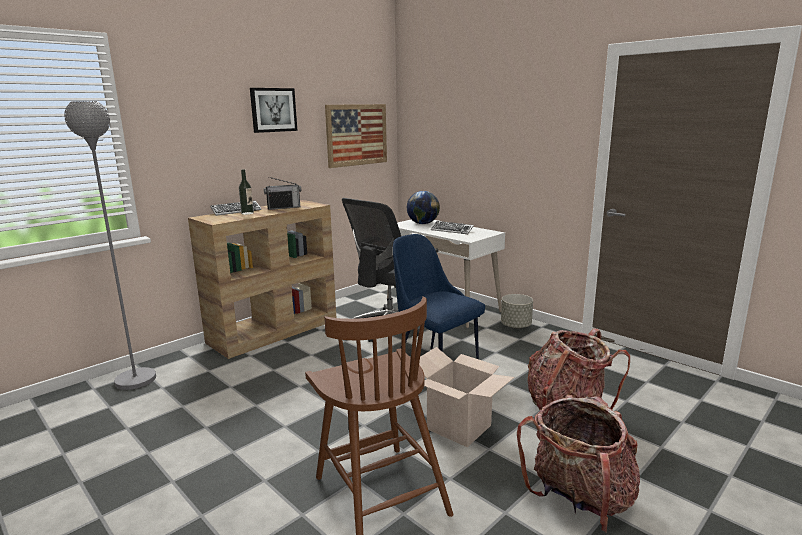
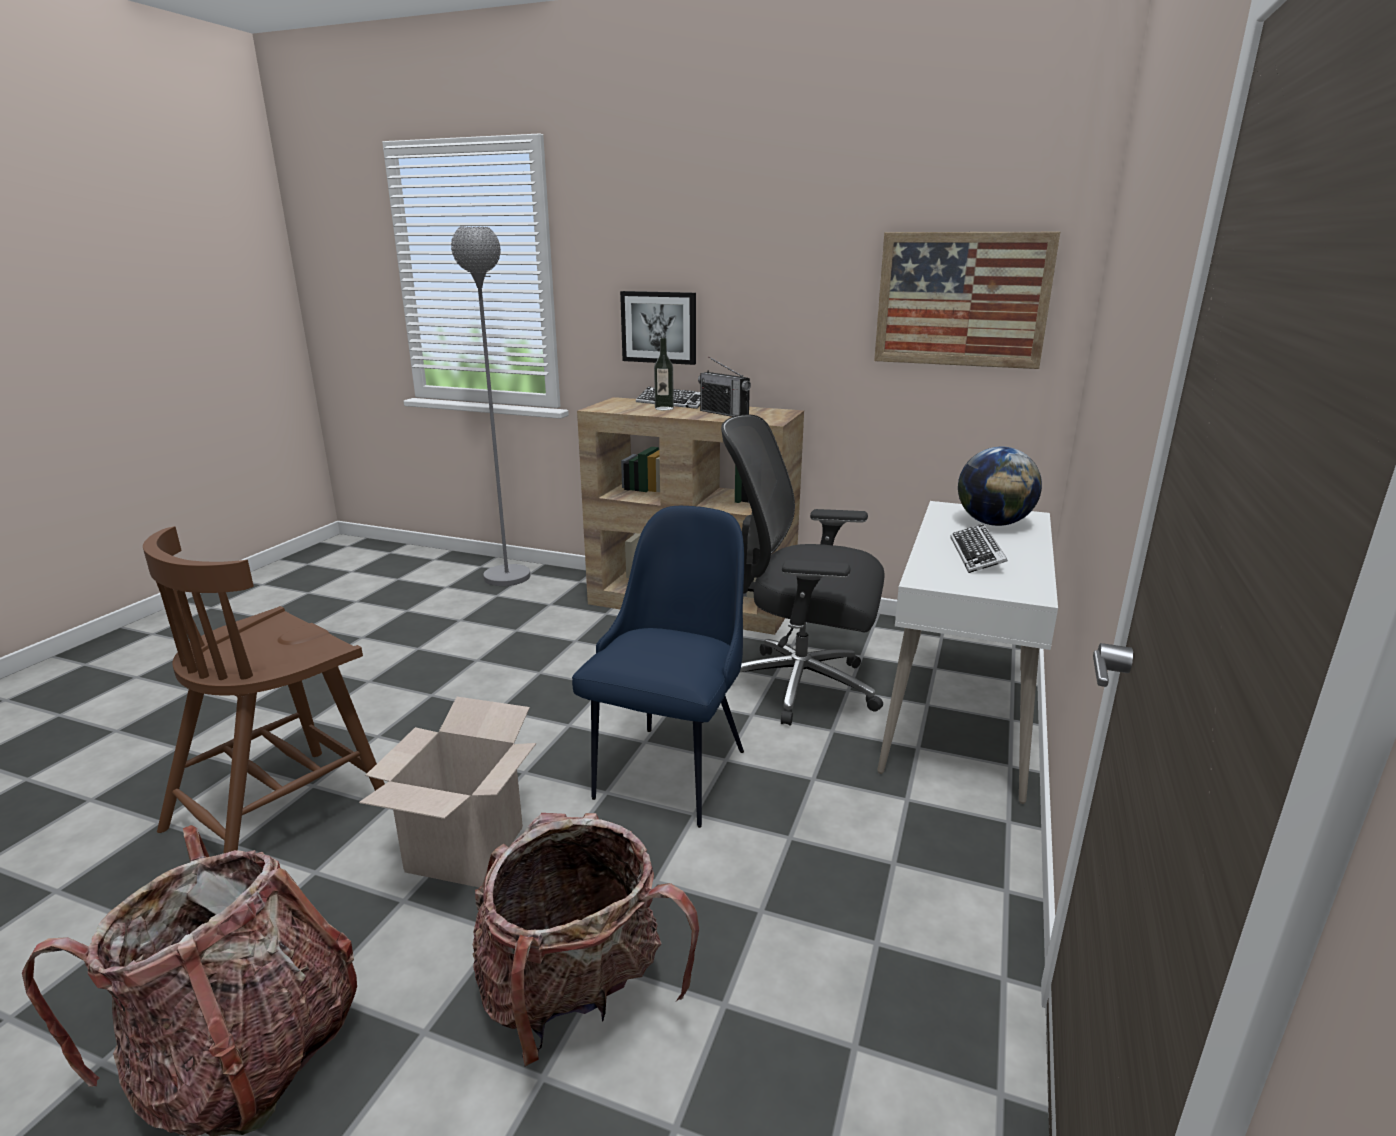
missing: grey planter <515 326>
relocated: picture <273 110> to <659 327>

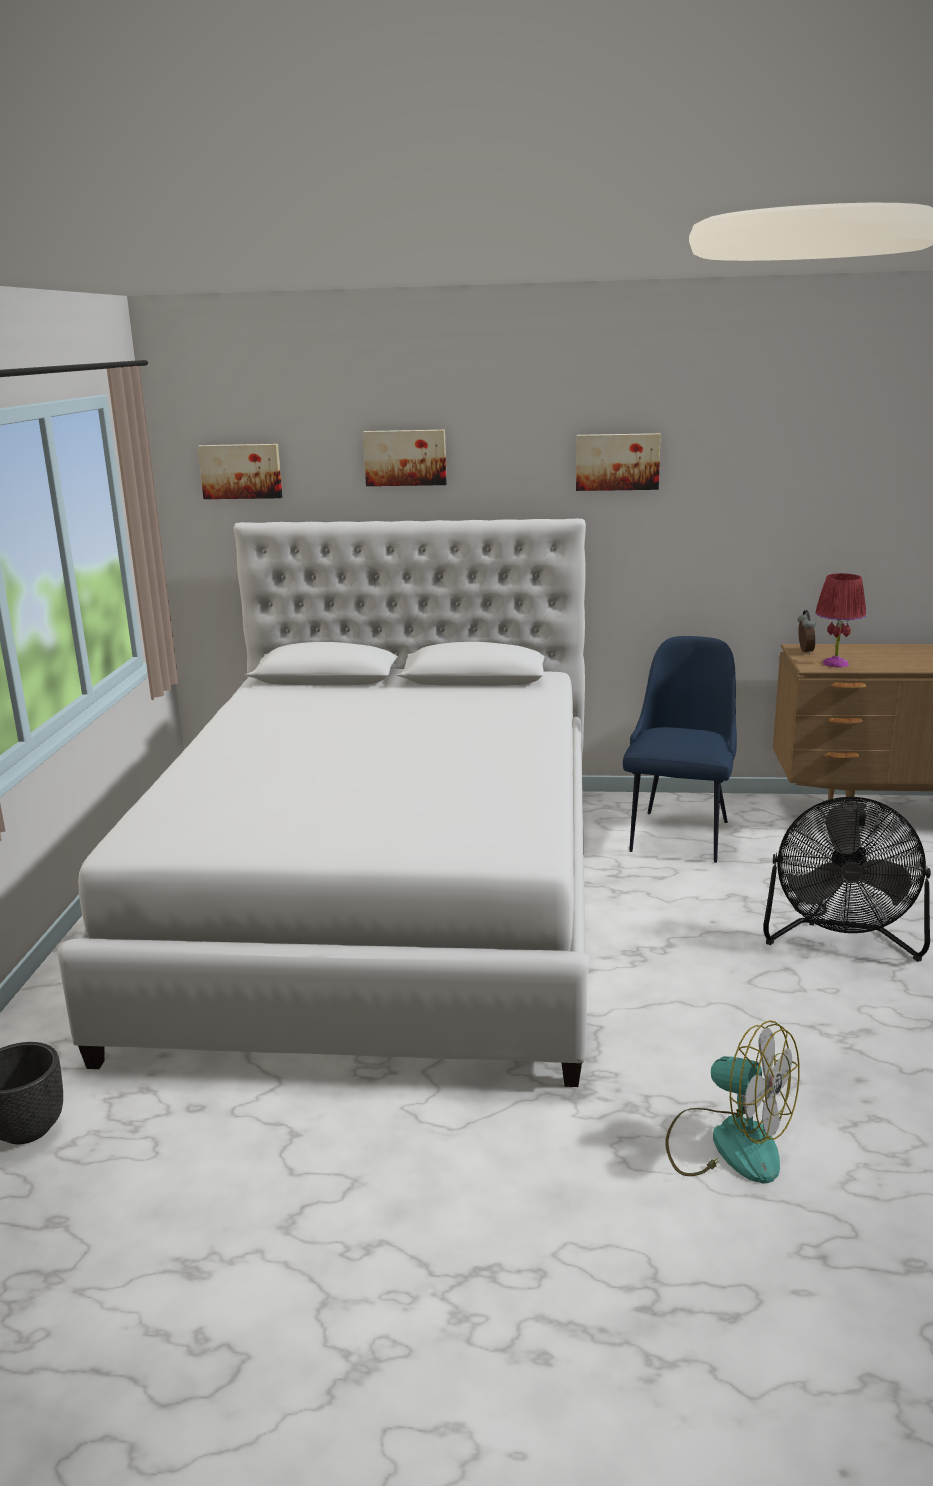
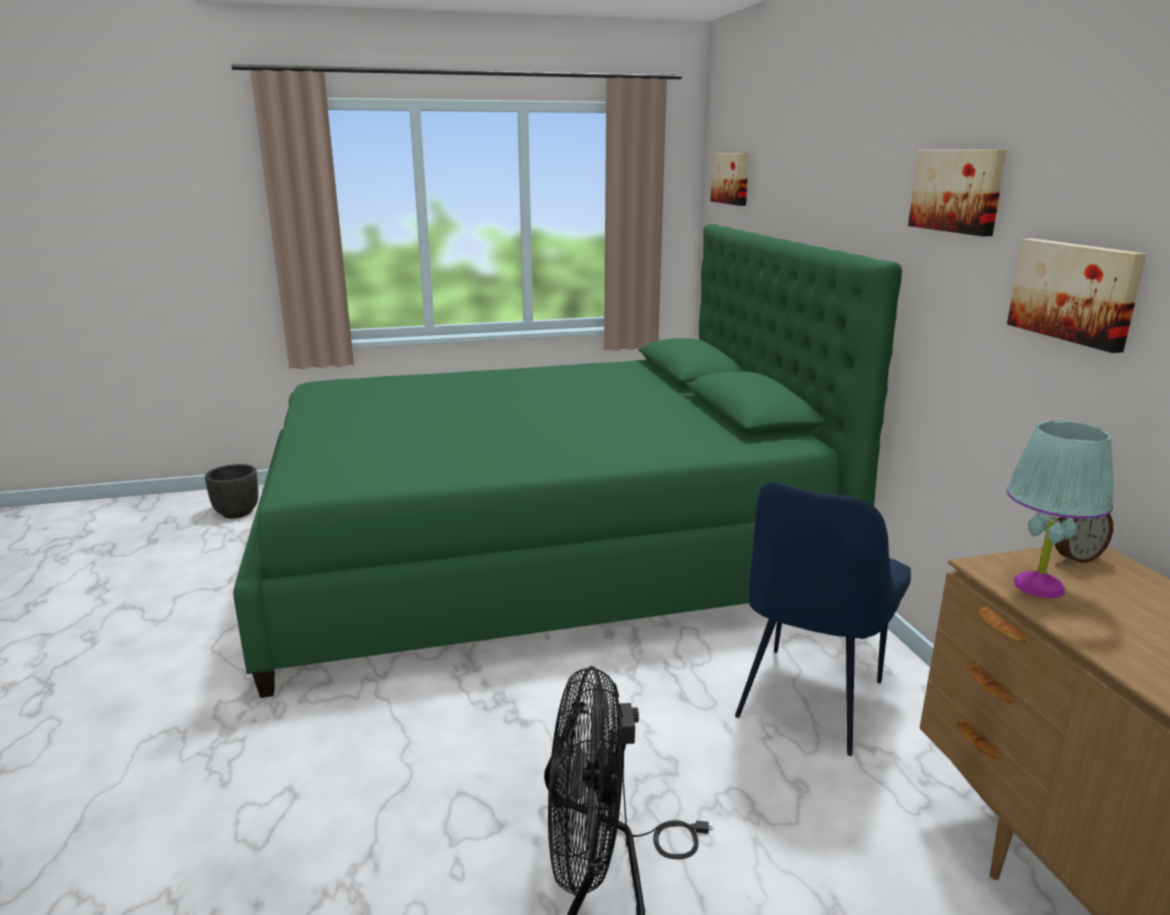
missing: fan <728 1143>
relocated: picture <405 457> to <1075 292>
colour: white bed <385 901> to green bed <542 555>; red table lamp <835 663> to turquoise table lamp <1039 586>
spun: blue chair <679 836> = <810 700> 120 degrees clockwise

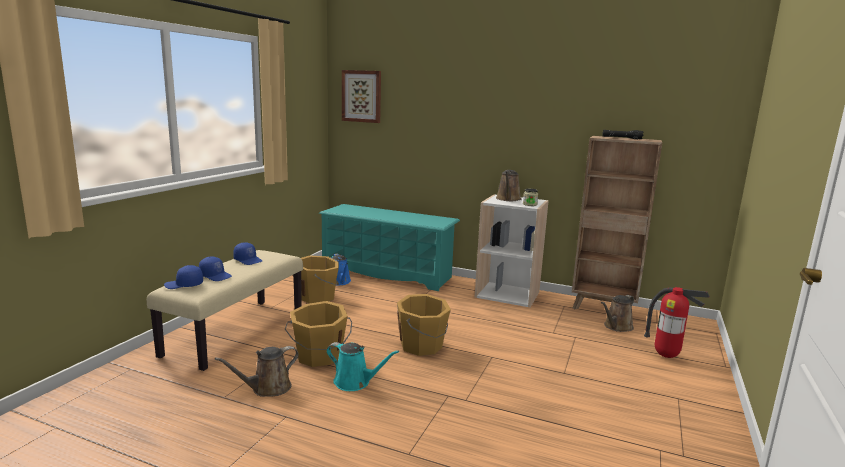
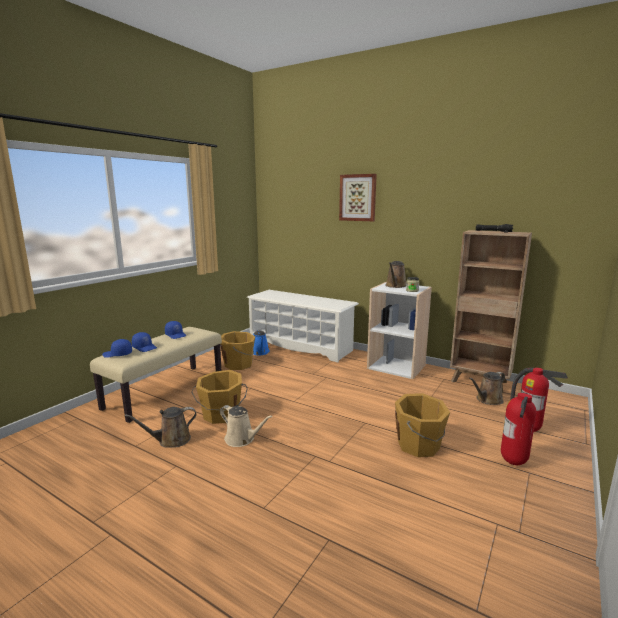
appeared: fire extinguisher <514 463>
relocated: picture <362 96> to <358 197>; orange bucket <422 346> to <419 445>
colour: turquoise watering can <355 382> to beige watering can <242 439>; turquoise shoe rack <387 273> to white shoe rack <301 346>

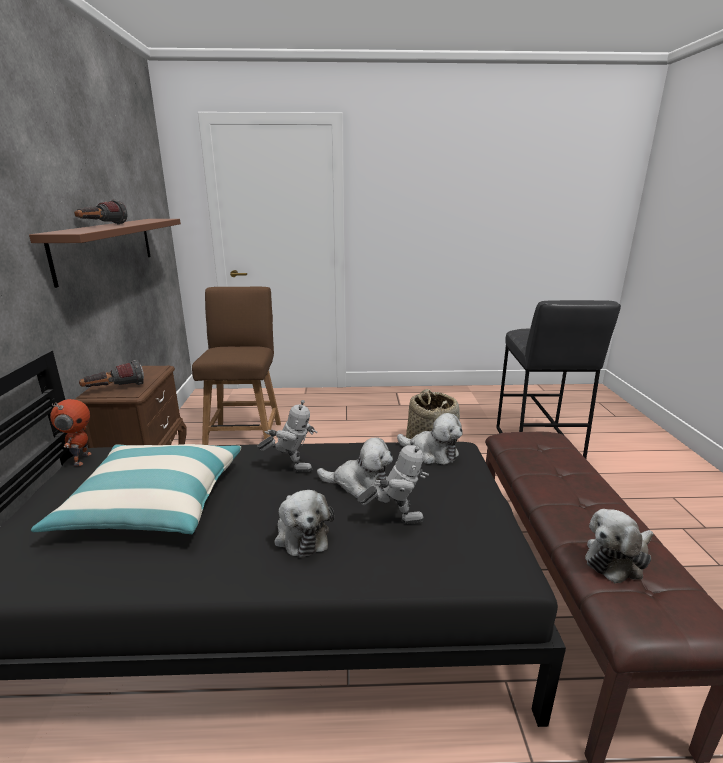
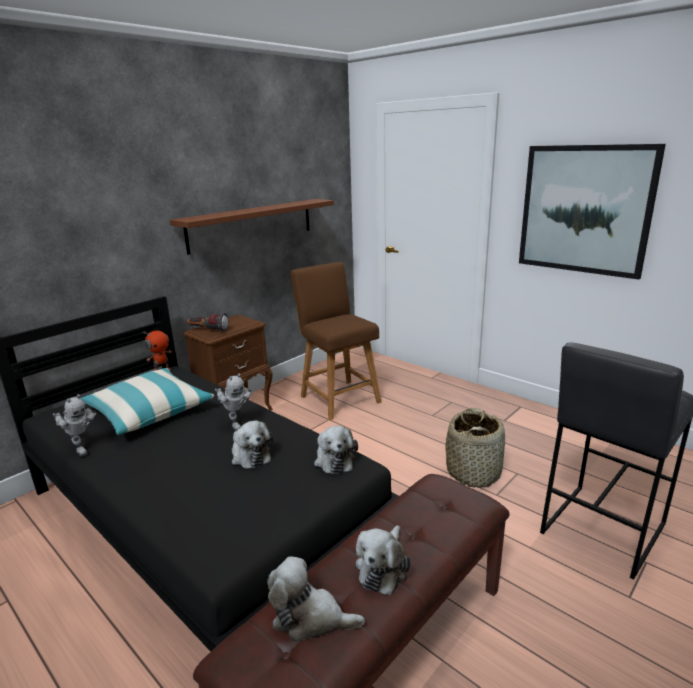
missing: flashlight <101 225>
appeared: picture <584 210>
relocated: toy robot <395 519> to <81 448>; plush toy <301 534> to <383 567>
spun: brown chair <245 436> = <338 397> 75 degrees counterclockwise

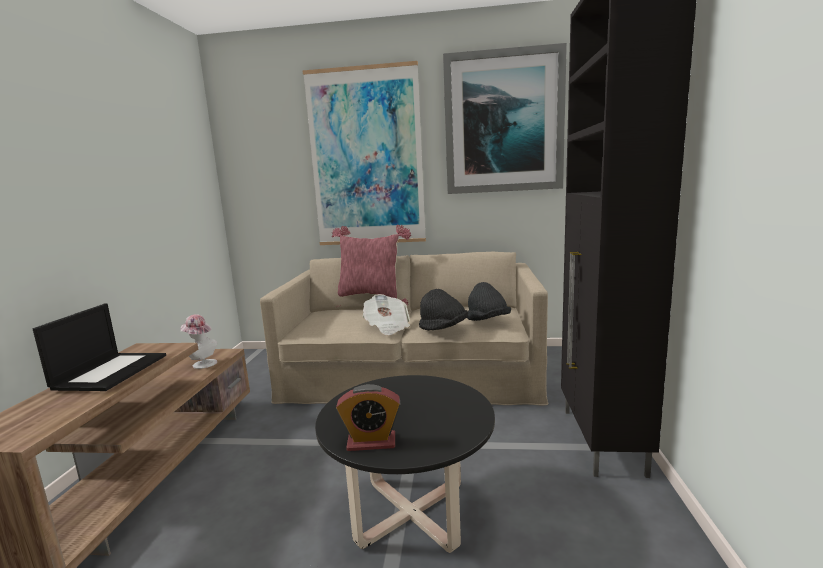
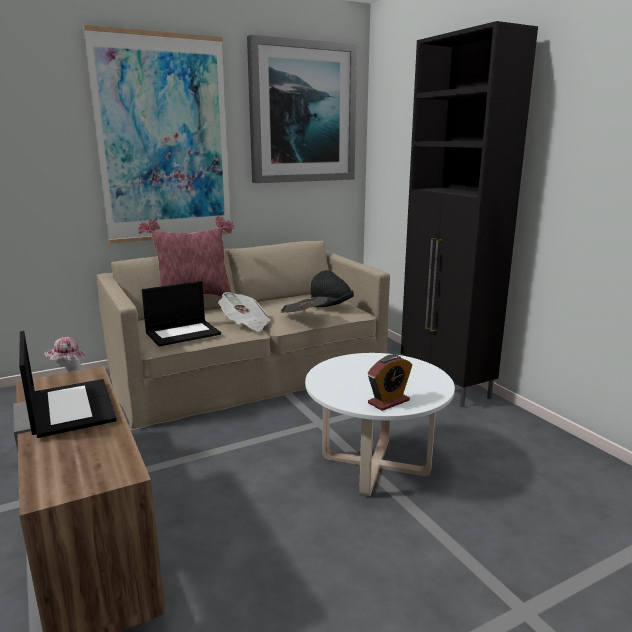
appeared: laptop <183 333>
exchanged: black hat <443 329> to newspaper <304 318>
colour: black coffee table <411 513> to white coffee table <375 465>

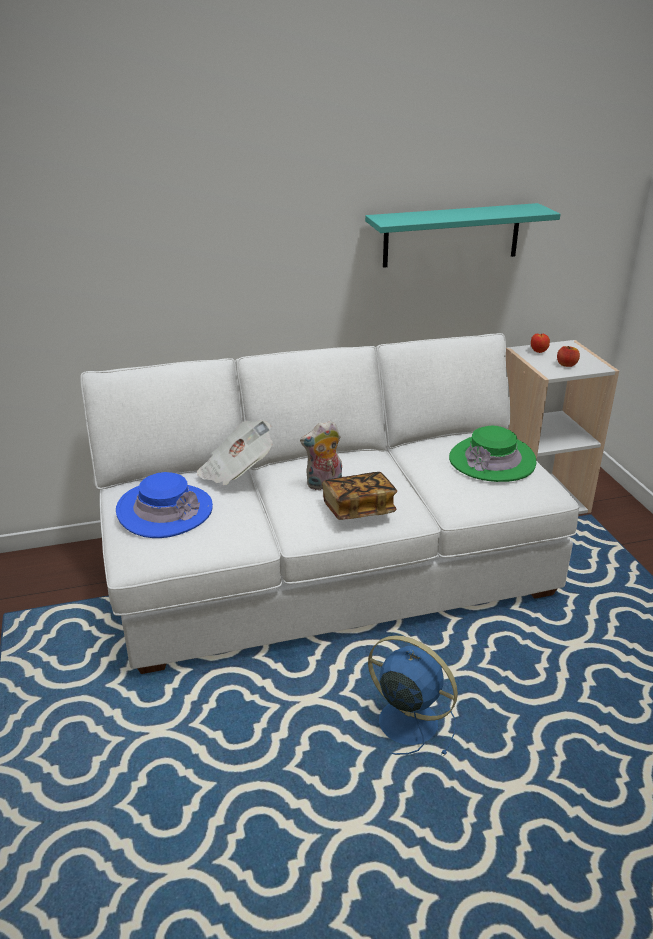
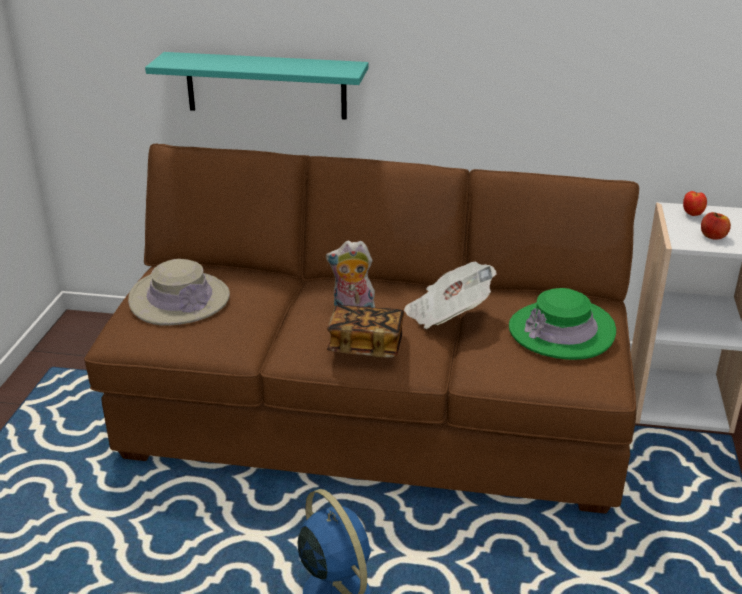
relocated: turquoise shelf <451 235> to <266 85>; newspaper <235 470> to <447 314>
colour: white sofa <326 569> to brown sofa <371 410>; blue hat <165 510> to beige hat <179 299>

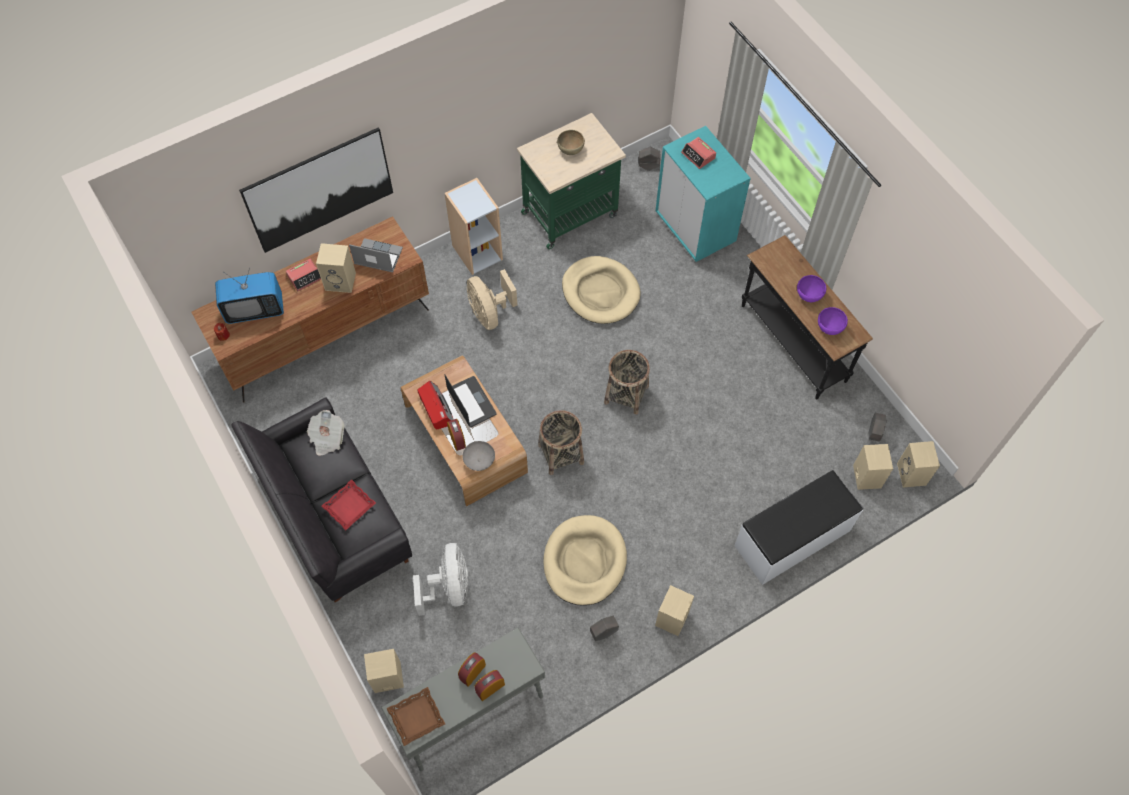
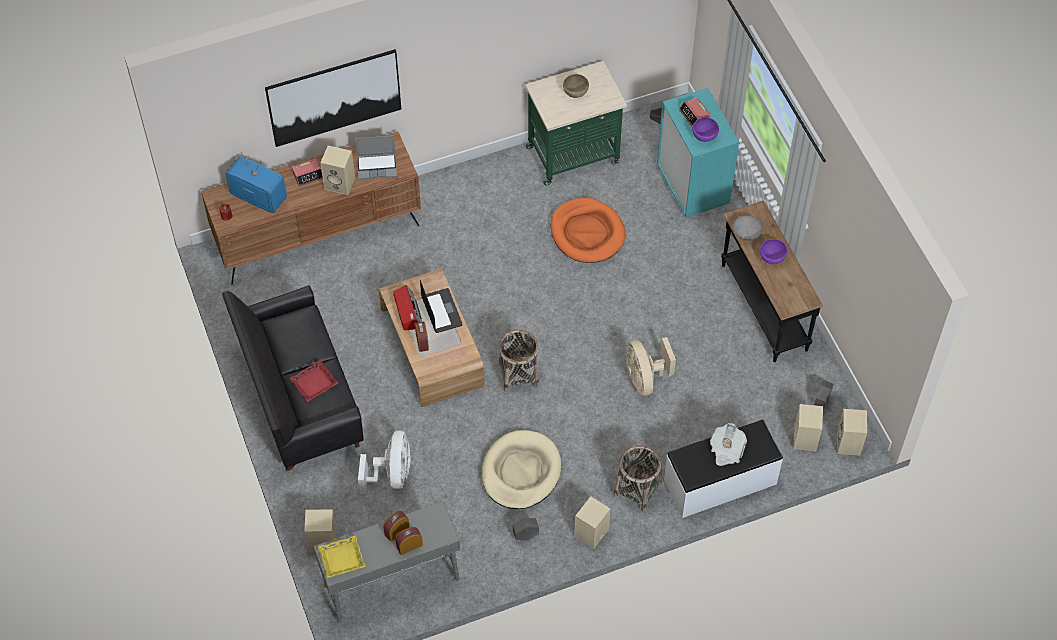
missing: bookcase <477 252>
relocated: basket <626 394> to <637 490>; beige fan <489 313> to <645 379>; purple bowl <829 328> to <704 137>; newspaper <327 438> to <726 450>; grey bowl <479 461> to <746 234>
colour: brown tray <416 718> to yellow tray <342 559>; beige dog bed <600 292> to orange dog bed <587 233>
spun: television <255 309> = <258 197> 150 degrees counterclockwise; laptop <377 257> = <377 166> 150 degrees clockwise

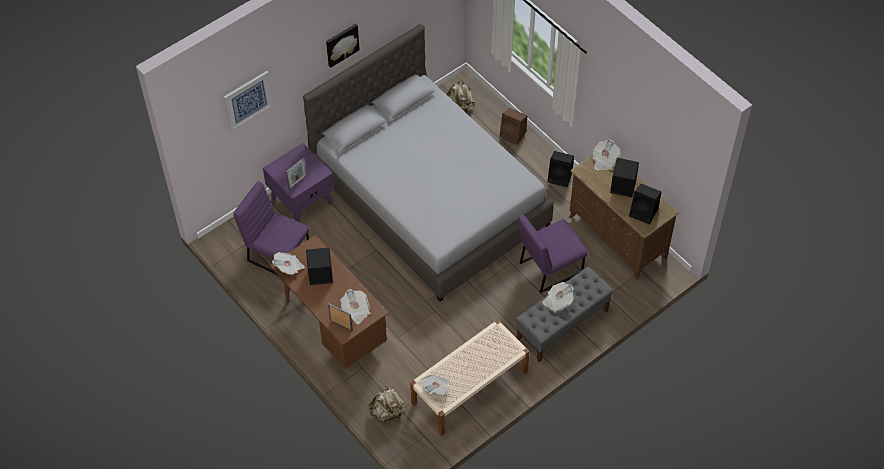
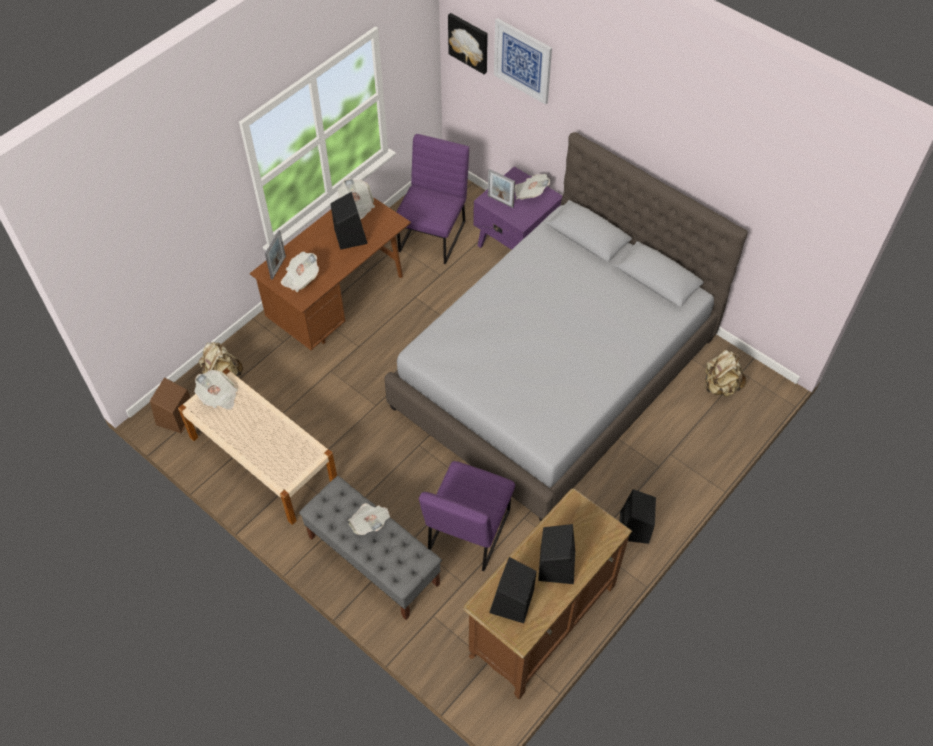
relocated: brown speaker <513 134> to <175 418>; picture <341 44> to <469 42>; newspaper <604 160> to <530 193>
spun: purple chair <549 268> = <467 532> 120 degrees counterclockwise

